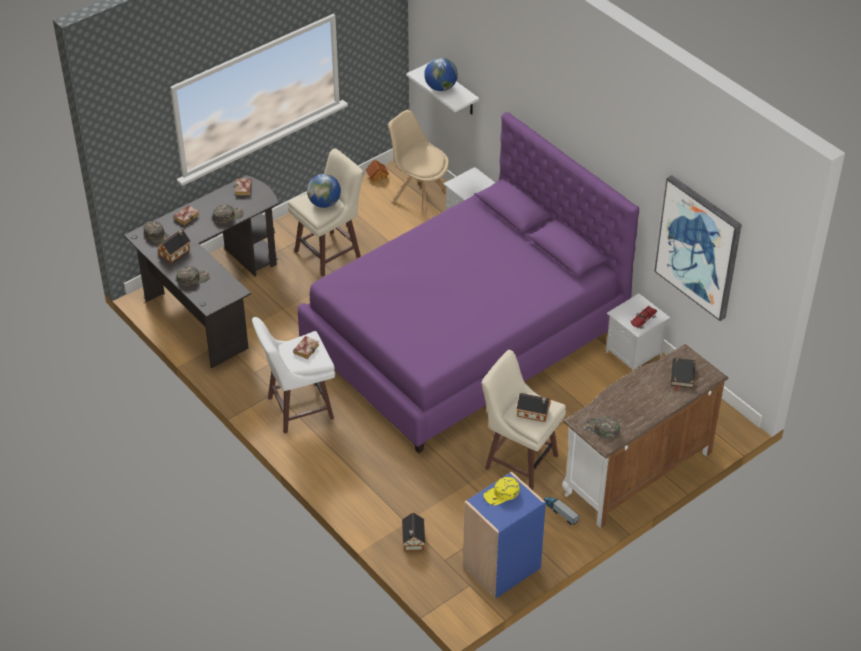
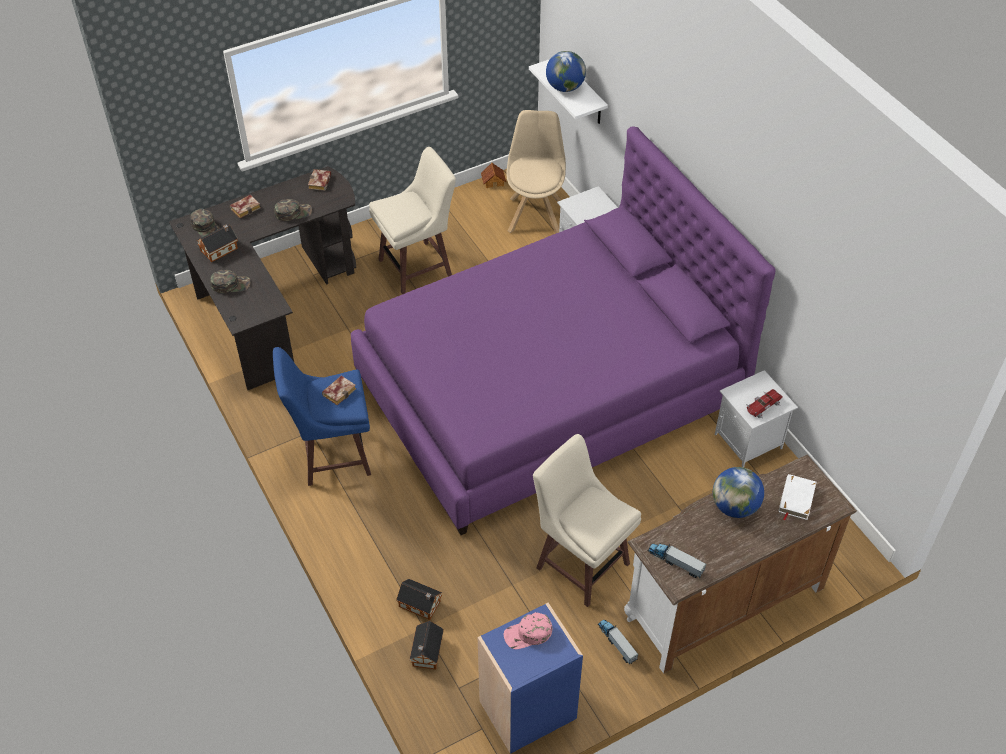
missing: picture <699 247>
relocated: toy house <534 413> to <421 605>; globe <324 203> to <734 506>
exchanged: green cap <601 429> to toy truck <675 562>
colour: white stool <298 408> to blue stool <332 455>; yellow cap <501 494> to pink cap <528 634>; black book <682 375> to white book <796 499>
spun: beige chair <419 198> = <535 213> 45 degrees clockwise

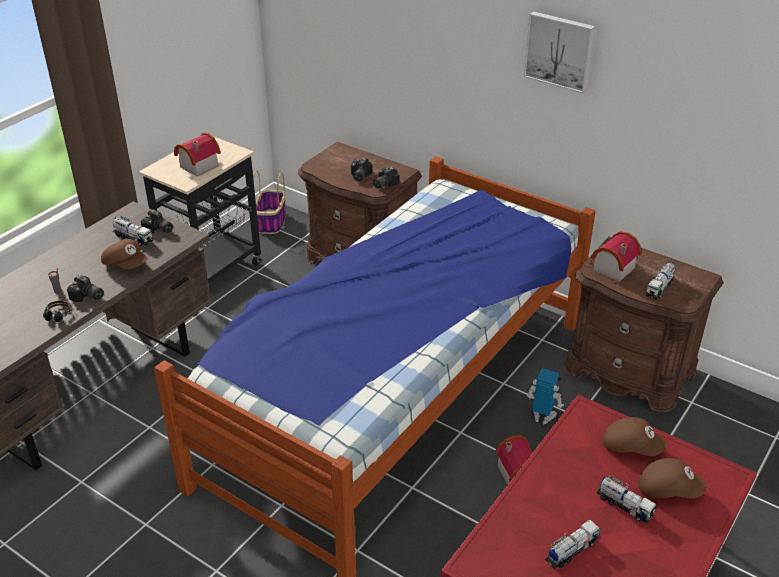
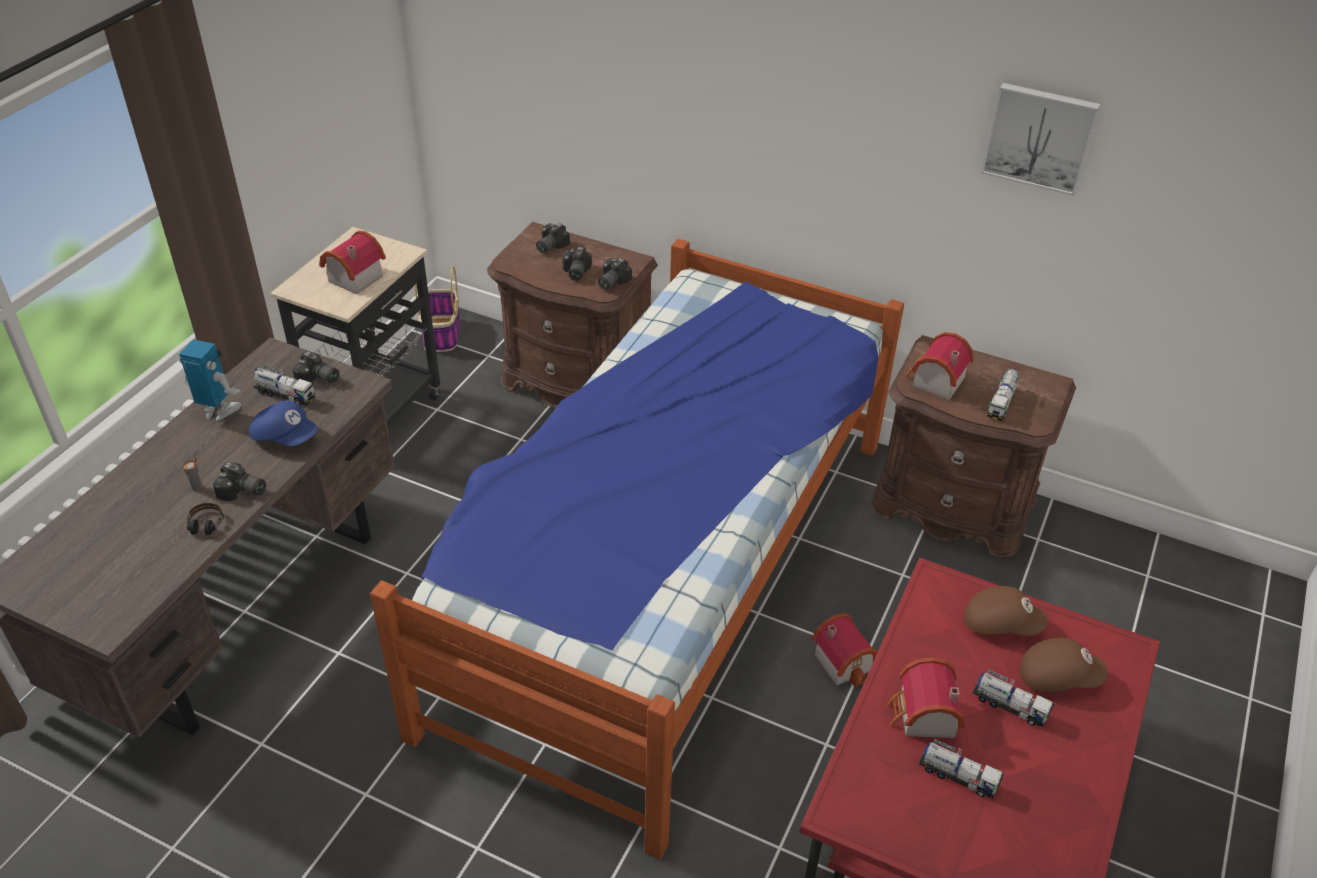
appeared: photo camera <549 246>; toy house <922 717>
relocated: toy robot <542 417> to <219 412>; picture <560 51> to <1040 137>
colour: brown cap <126 264> to blue cap <286 437>
spun: toy truck <571 551> = <957 777> 75 degrees clockwise

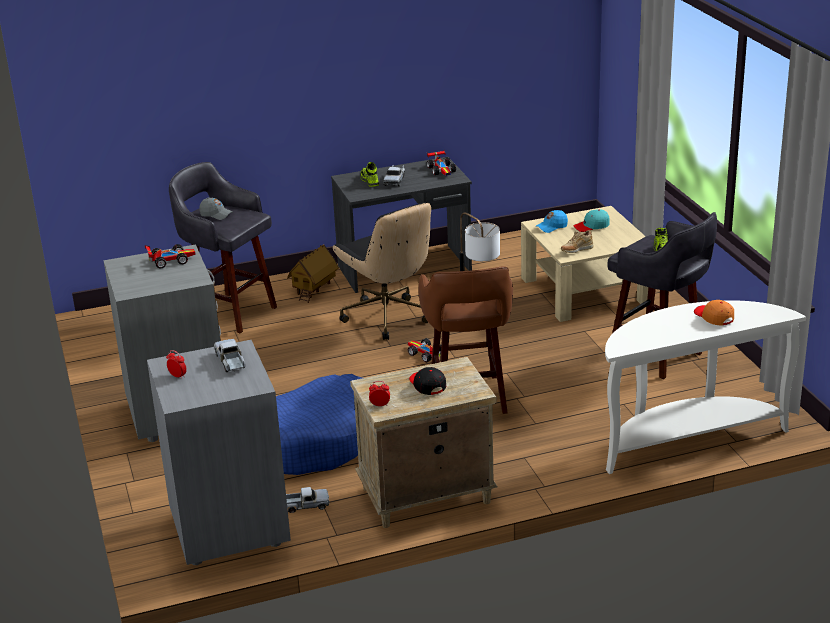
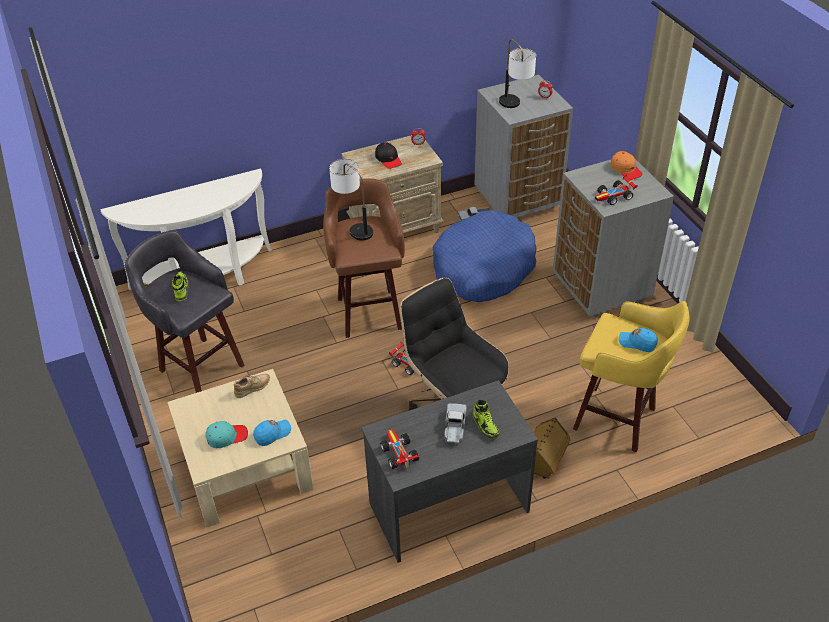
relocated: orange cap <714 317> to <626 169>
exchanged: toy truck <231 362> to table lamp <514 107>
colour: grey stool <231 312> to yellow stool <618 420>; grey cap <216 214> to blue cap <637 343>

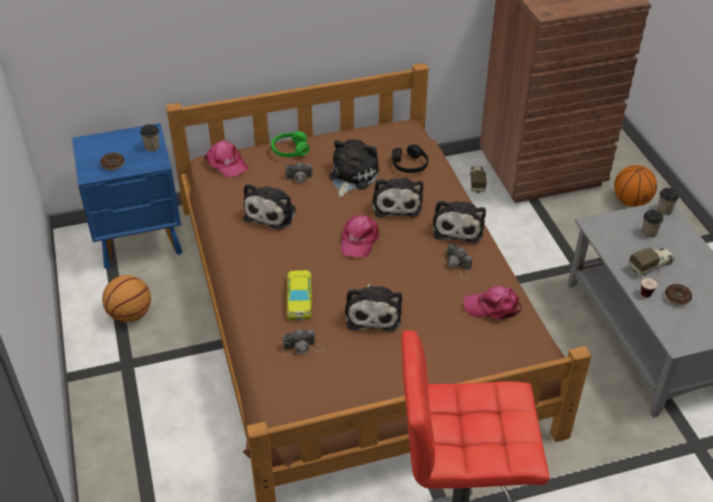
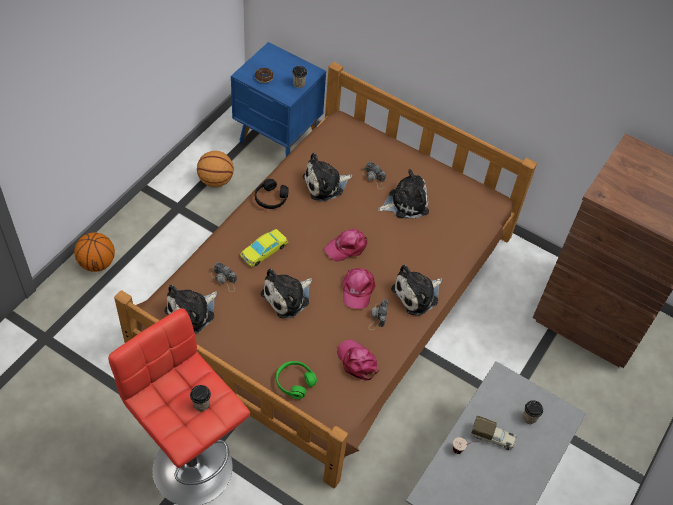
missing: toy truck <477 182>; donut <677 297>
relocated: basketball <631 202> to <97 263>; plush toy <396 203> to <192 312>; cup <664 210> to <201 404>; black headphones <410 165> to <271 198>; green headphones <290 150> to <294 382>; pink cap <226 163> to <357 289>

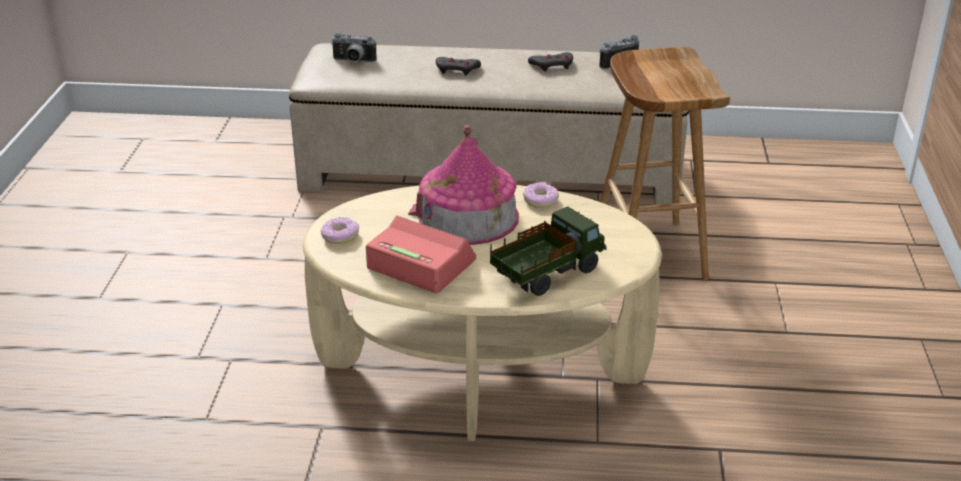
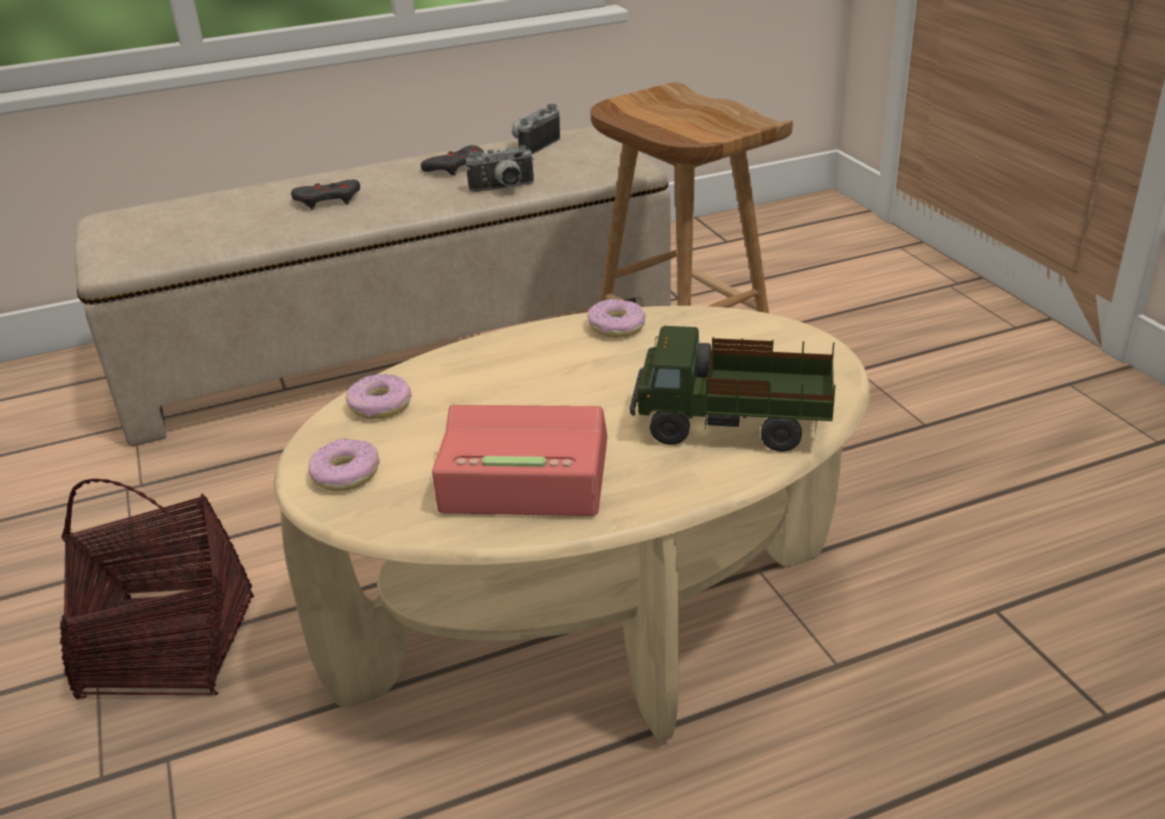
missing: toy house <467 217>
appeared: basket <169 647>; donut <380 406>
relocated: photo camera <353 61> to <503 189>
spun: toy truck <547 274> = <733 427> 105 degrees counterclockwise

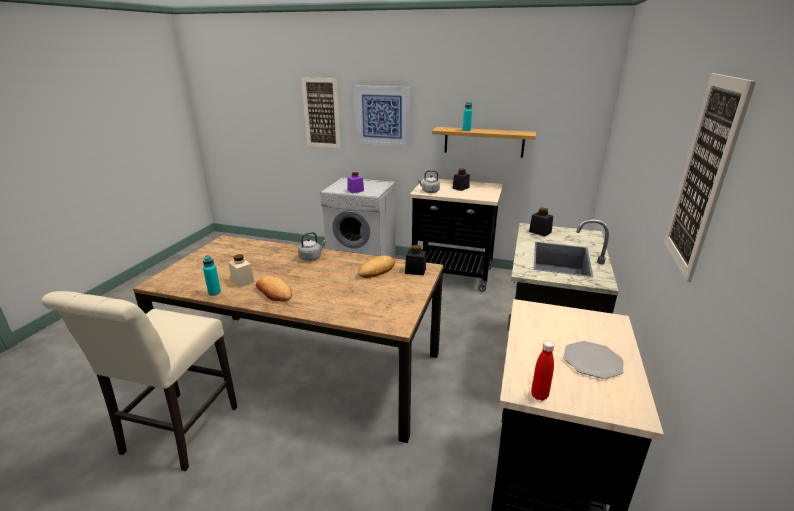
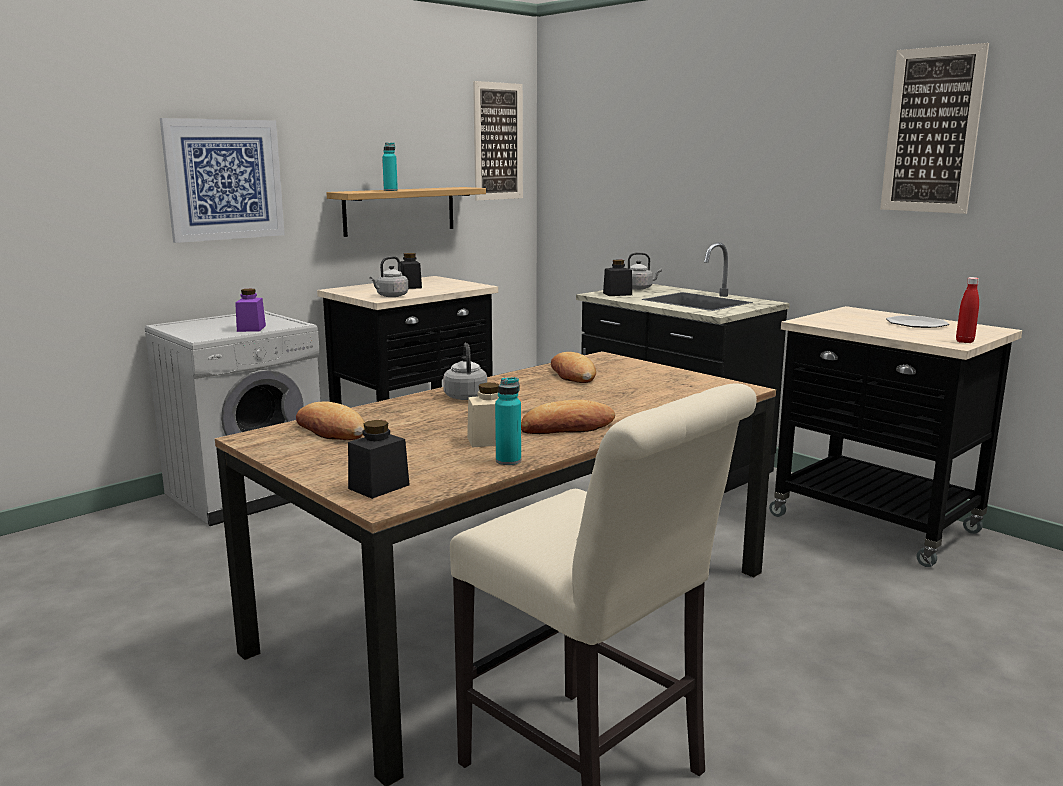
appeared: bread <331 430>; grey kettle <639 288>
relocated: black jar <415 271> to <379 487>; picture <321 113> to <498 141>

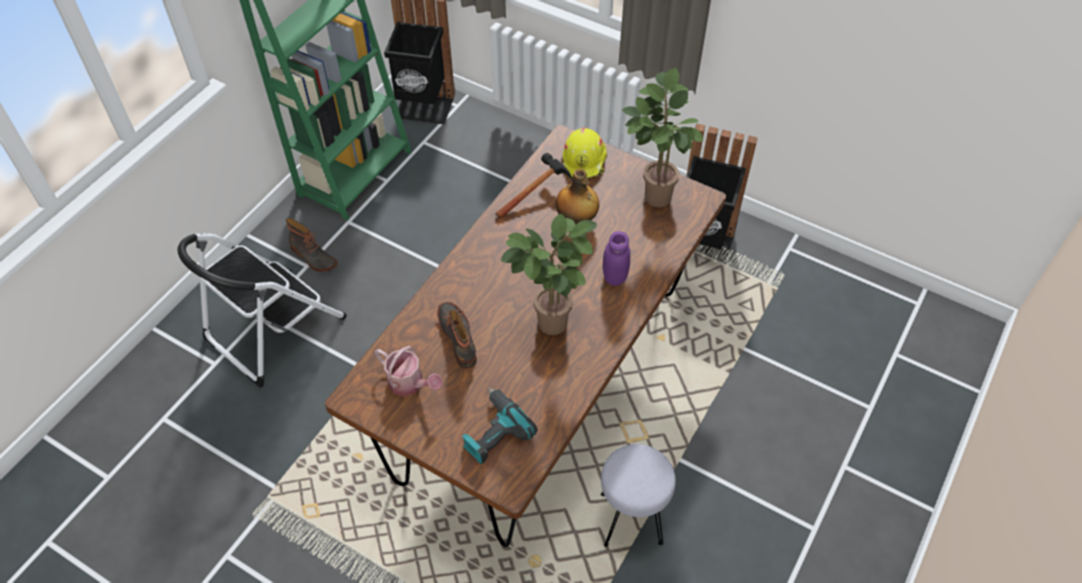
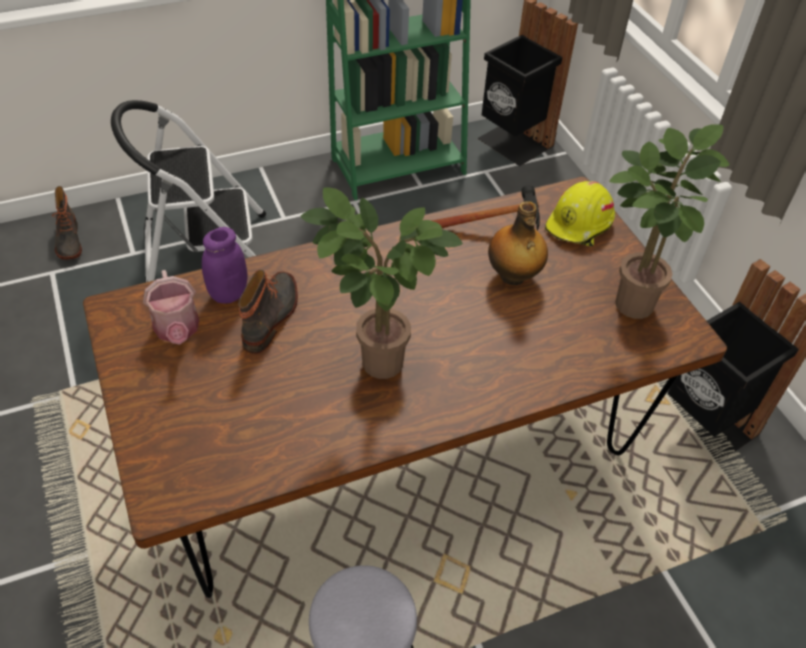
missing: power drill <493 431>
relocated: boot <313 257> to <68 241>; purple jar <615 277> to <228 293>

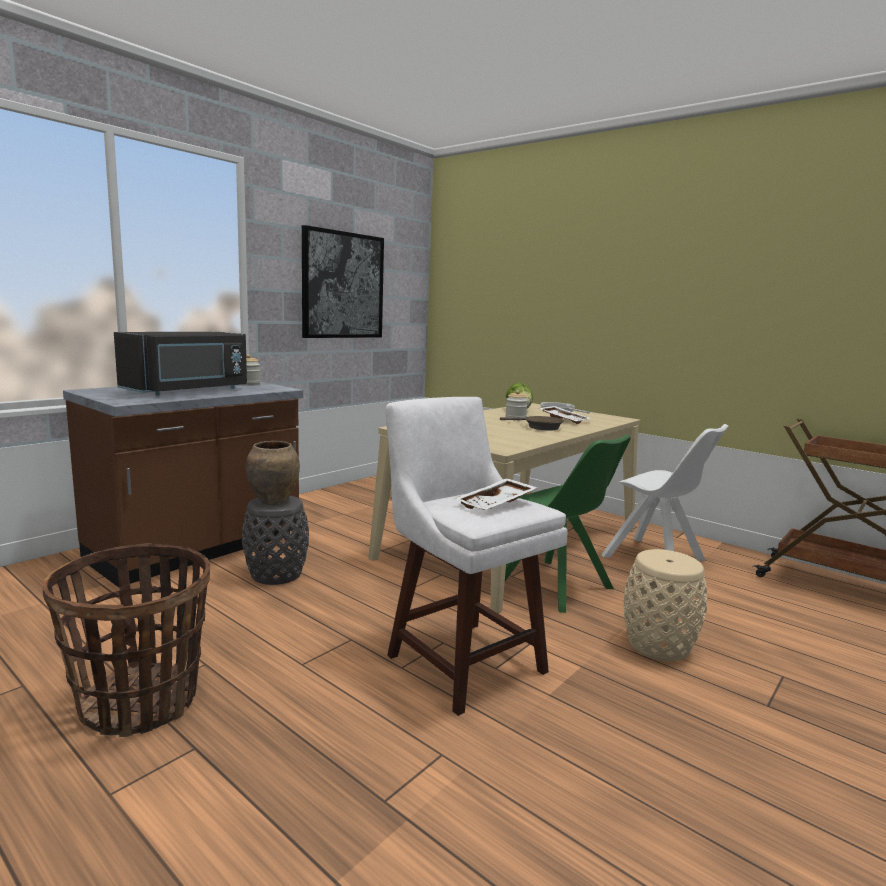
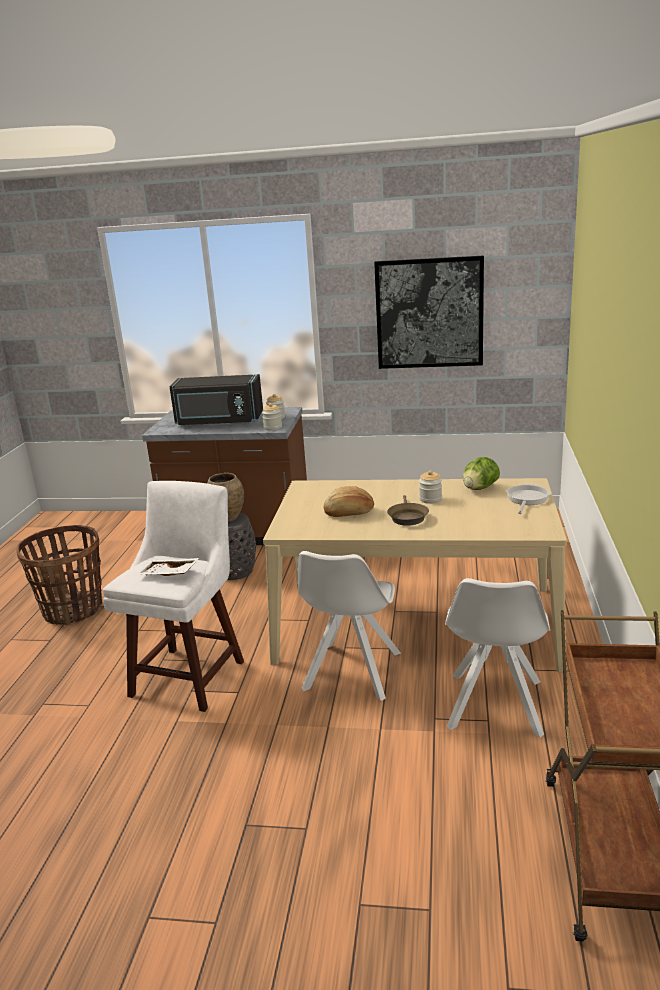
missing: white tray <564 420>; beige stool <658 645>
appeared: jar <272 427>; bread <349 513>
colour: green chair <556 586> to white chair <351 672>

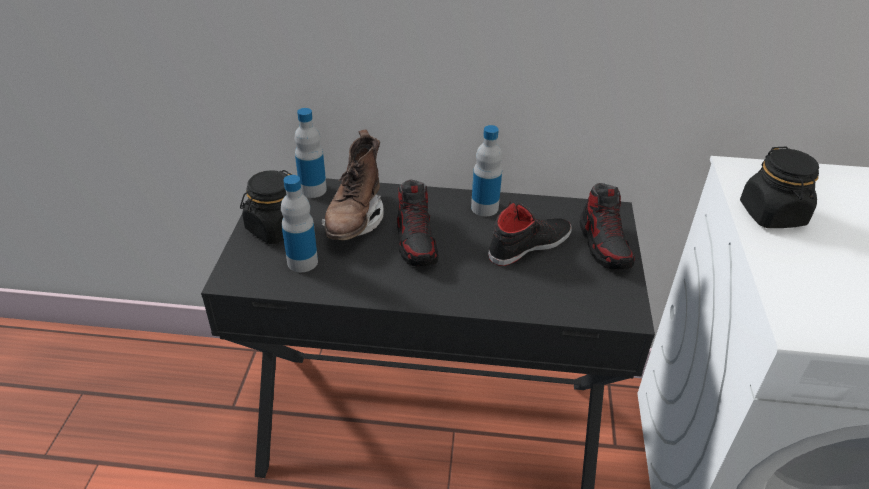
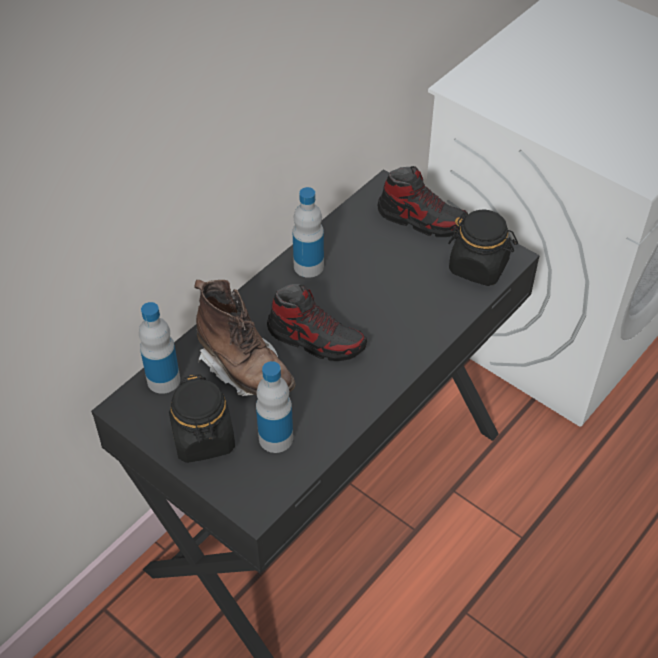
missing: black shoe <529 245>
relocated: black jar <772 214> to <479 266>

